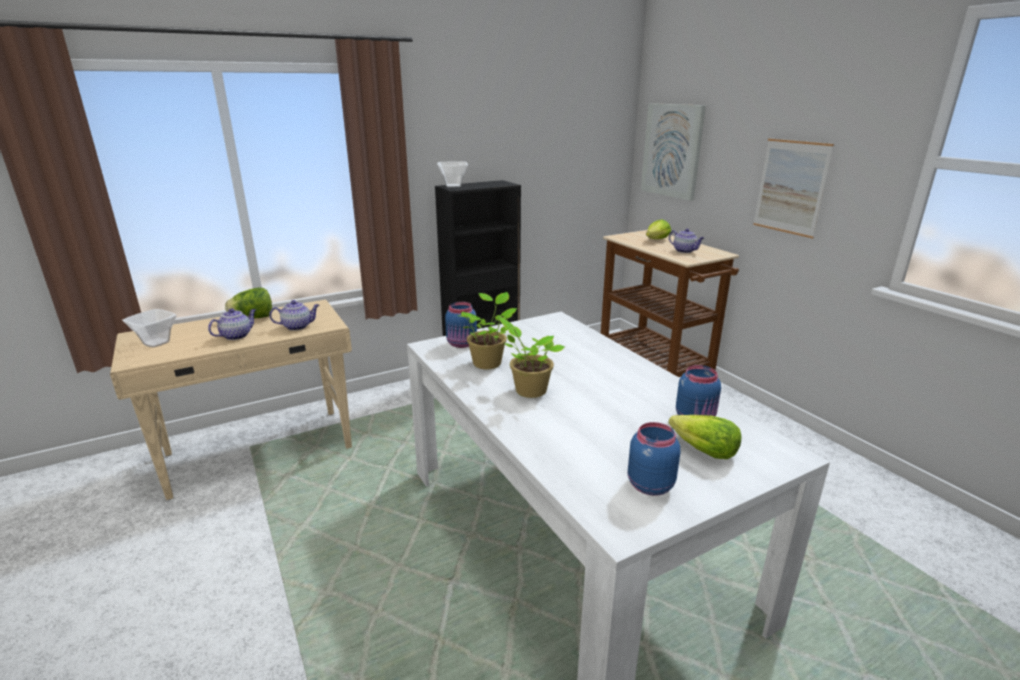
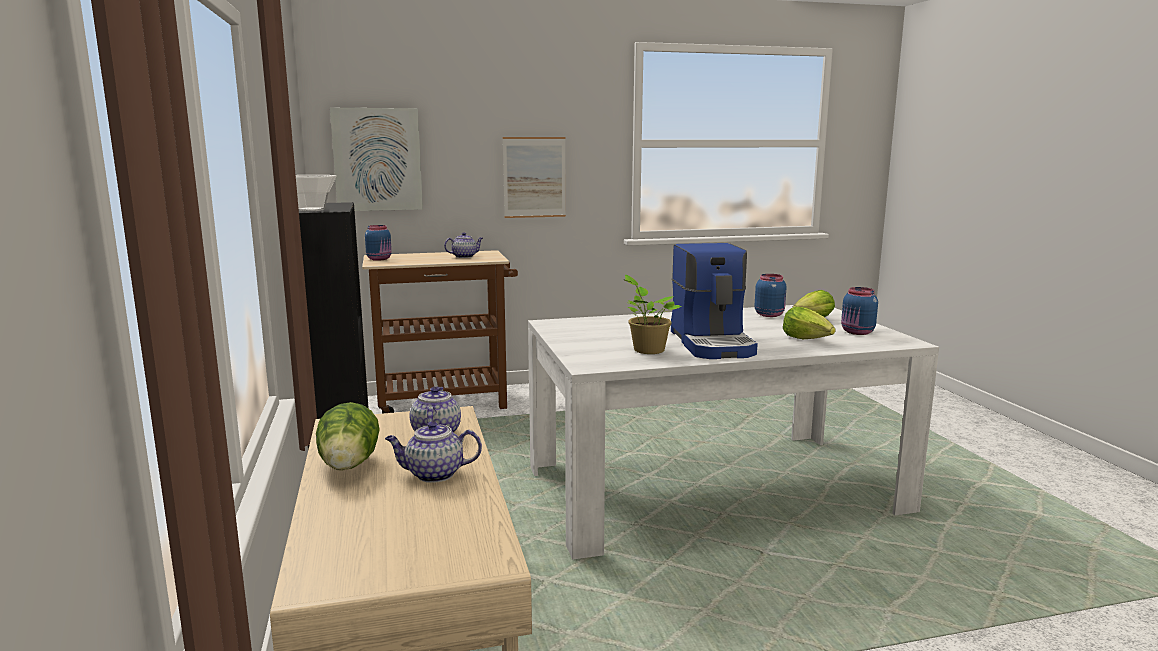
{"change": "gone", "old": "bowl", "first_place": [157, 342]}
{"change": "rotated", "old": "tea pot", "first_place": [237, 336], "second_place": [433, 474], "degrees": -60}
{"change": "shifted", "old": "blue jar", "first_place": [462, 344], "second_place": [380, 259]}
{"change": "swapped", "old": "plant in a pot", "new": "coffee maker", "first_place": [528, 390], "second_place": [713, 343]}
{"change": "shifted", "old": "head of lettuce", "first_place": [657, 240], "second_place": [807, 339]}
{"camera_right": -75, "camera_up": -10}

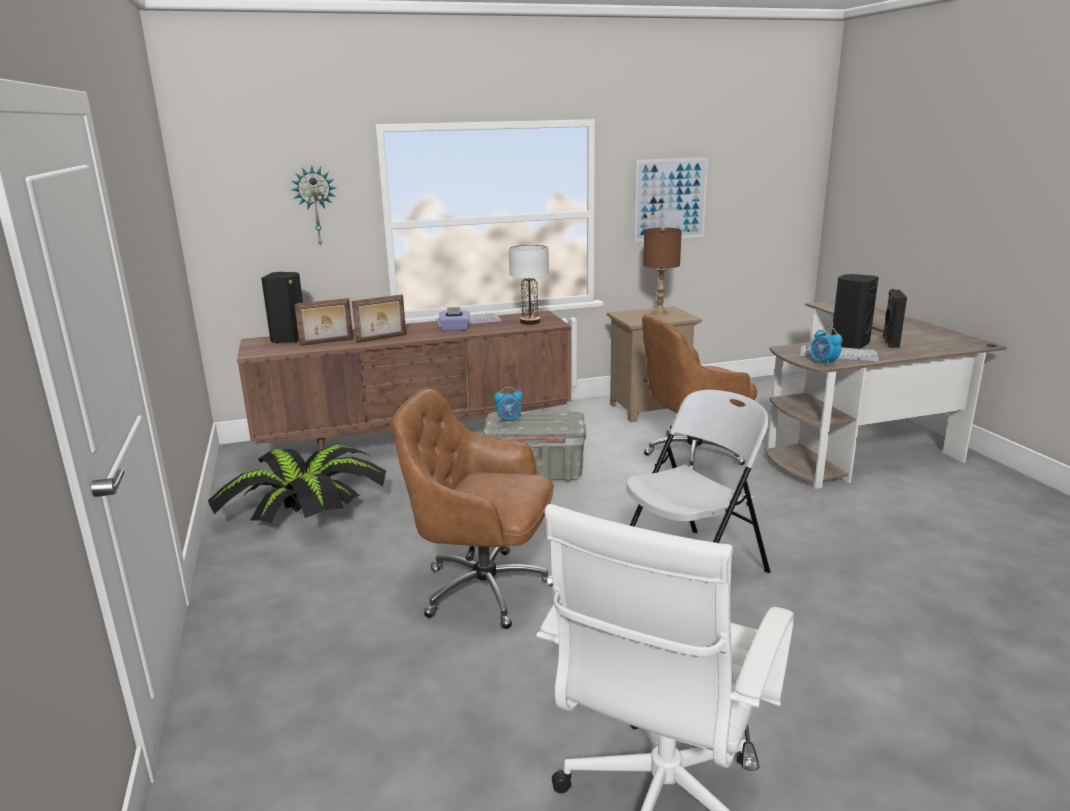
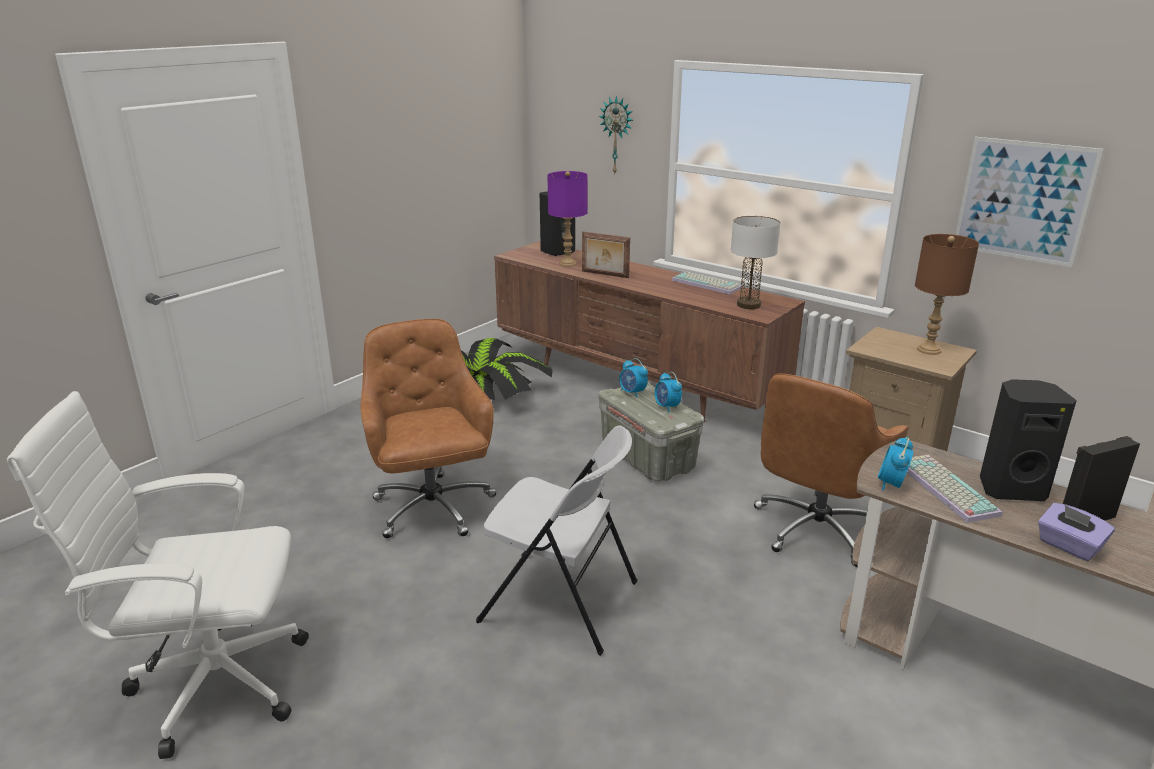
{"change": "swapped", "old": "standing frame", "new": "purple-coloured table lamp", "first_place": [327, 342], "second_place": [568, 263]}
{"change": "shifted", "old": "purple-coloured tissue box", "first_place": [455, 329], "second_place": [1068, 546]}
{"change": "rotated", "old": "brown desk chair", "first_place": [693, 453], "second_place": [815, 529], "degrees": -90}
{"change": "new", "new": "bedside clock", "second_place": [667, 407]}
{"camera_right": 55, "camera_up": 5}

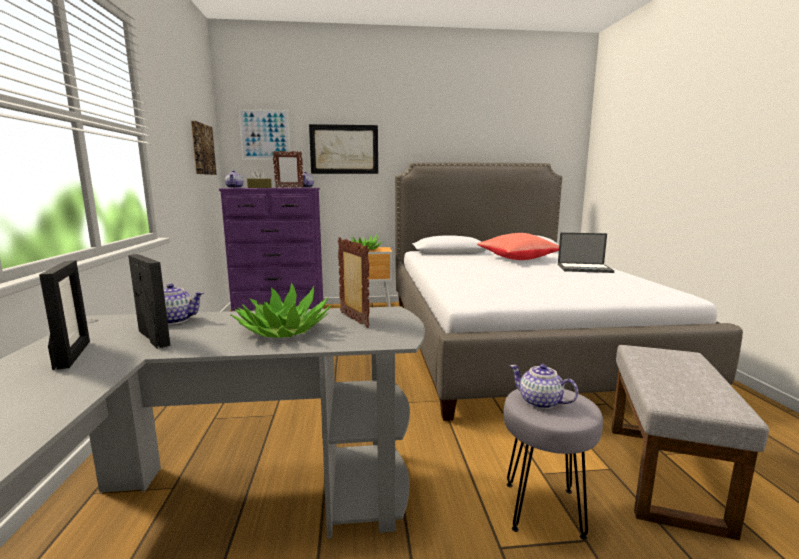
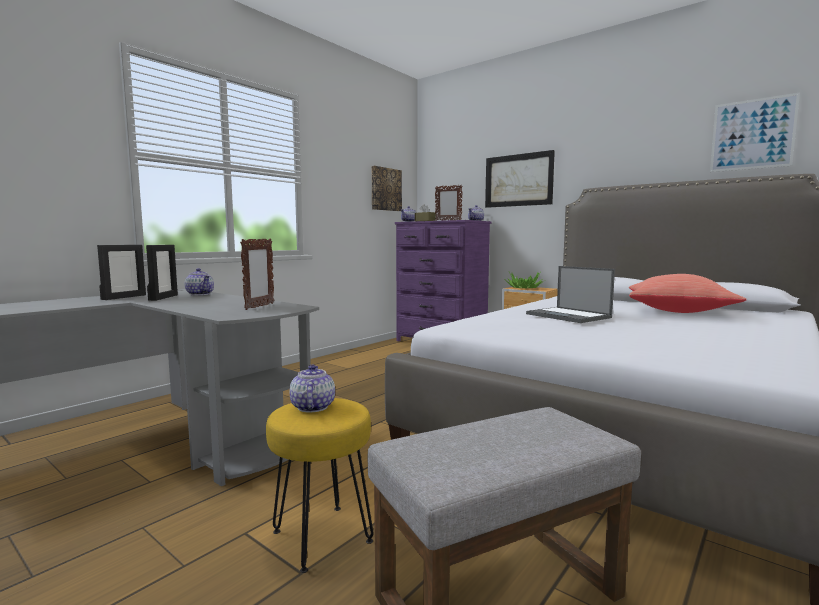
{"change": "gone", "old": "plant in a pot", "first_place": [283, 330]}
{"change": "shifted", "old": "picture", "first_place": [265, 134], "second_place": [752, 134]}
{"change": "repainted", "old": "grey stool", "new": "yellow stool", "first_place": [544, 510], "second_place": [322, 537]}
{"change": "shifted", "old": "portable computer", "first_place": [585, 268], "second_place": [569, 316]}
{"camera_right": 45, "camera_up": -5}

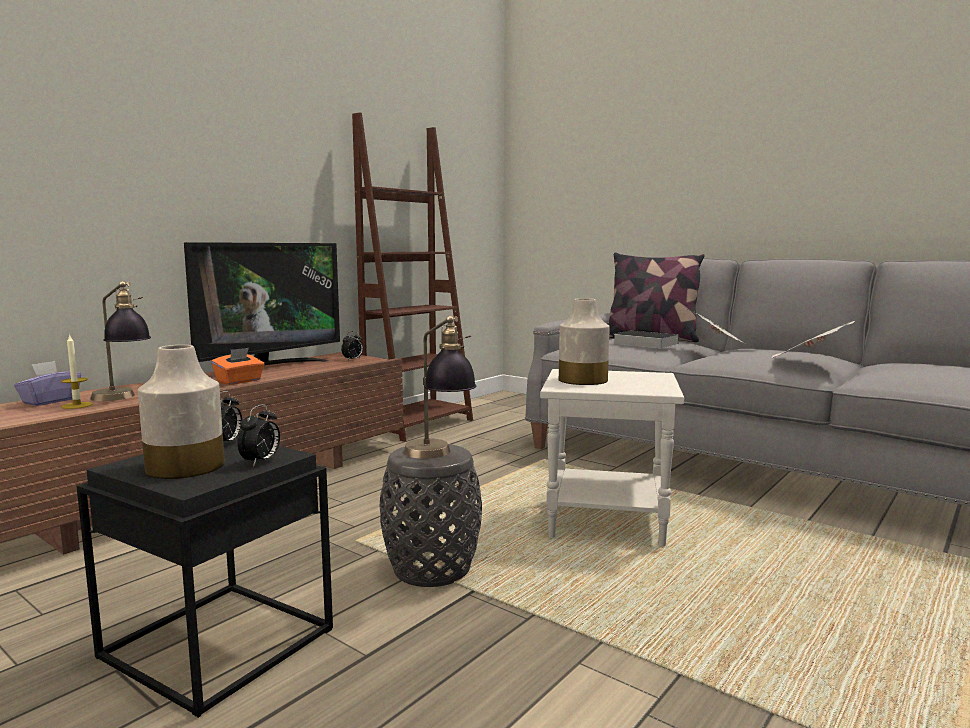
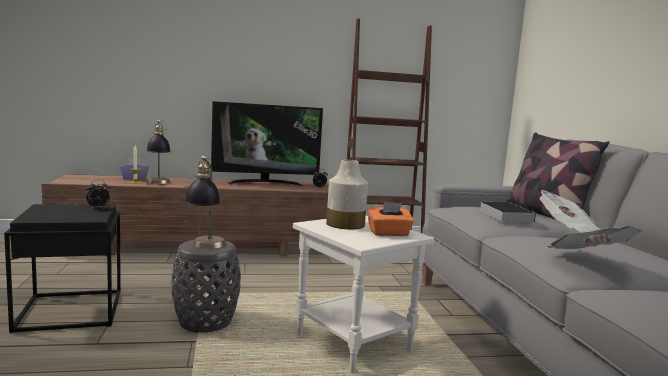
{"change": "gone", "old": "sand-coloured decorative vase", "first_place": [186, 466]}
{"change": "shifted", "old": "orange tissue box", "first_place": [239, 381], "second_place": [389, 233]}
{"change": "gone", "old": "bedside clock", "first_place": [261, 462]}
{"camera_right": 40, "camera_up": 0}

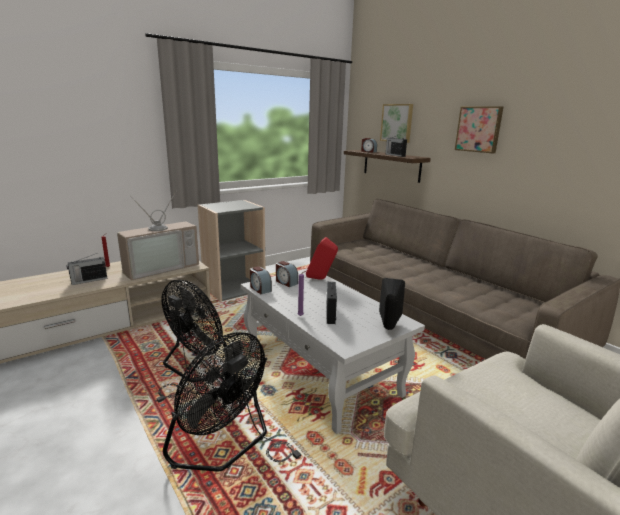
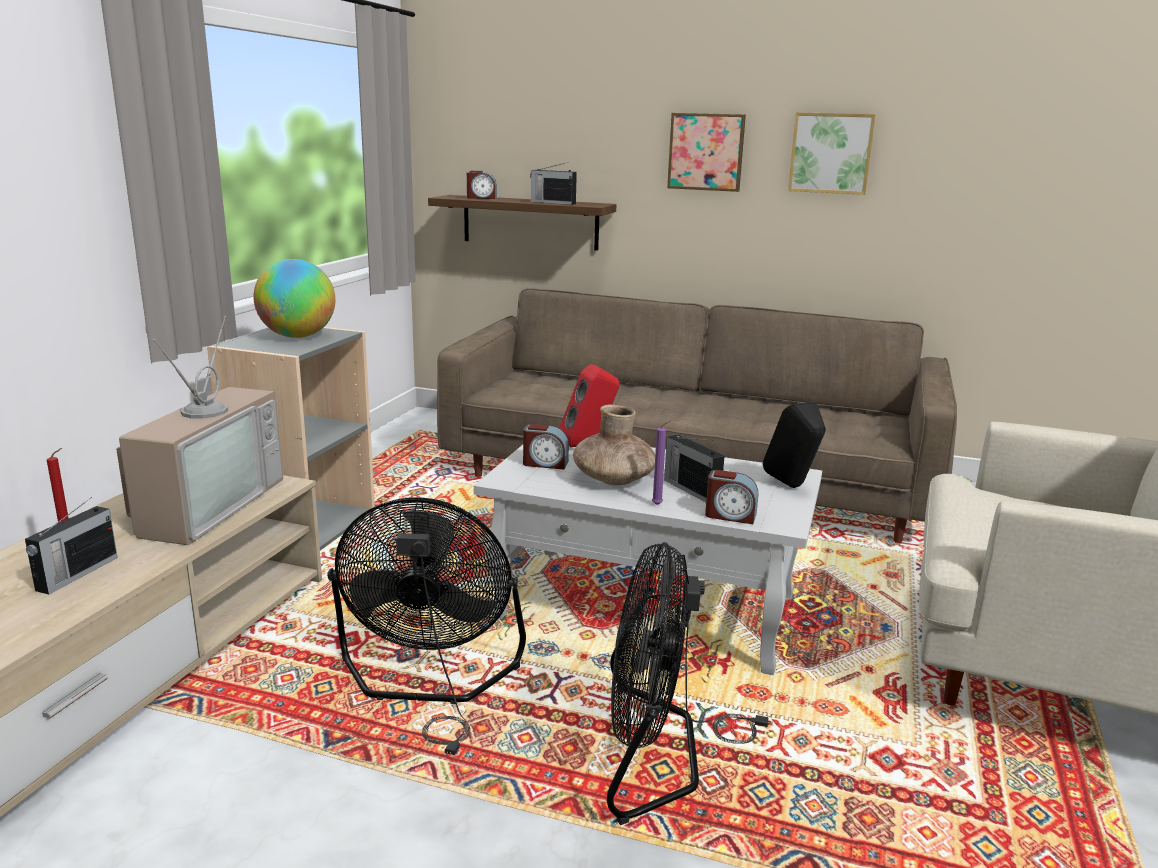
{"change": "shifted", "old": "bedside clock", "first_place": [260, 289], "second_place": [730, 515]}
{"change": "shifted", "old": "picture", "first_place": [397, 123], "second_place": [831, 153]}
{"change": "new", "new": "desk globe", "second_place": [297, 336]}
{"change": "new", "new": "brown decorative vase", "second_place": [614, 479]}
{"camera_right": -35, "camera_up": 0}

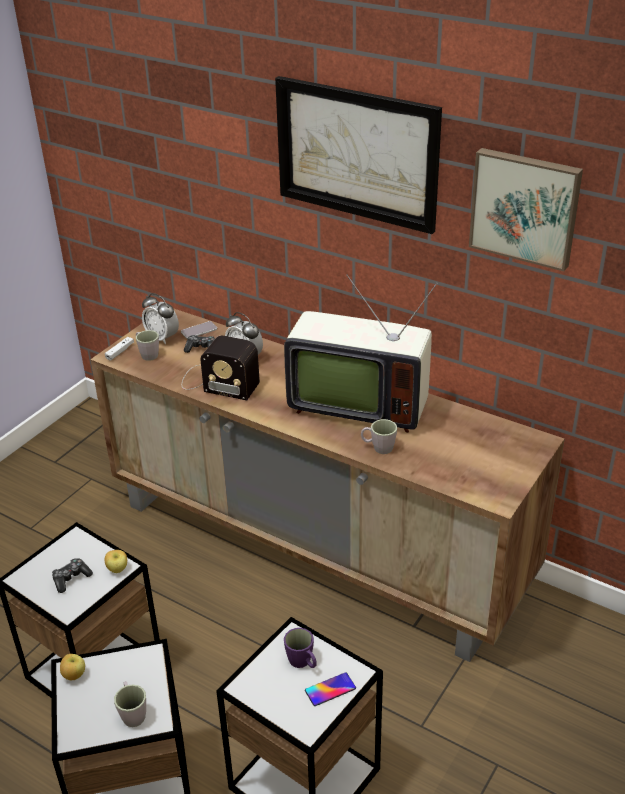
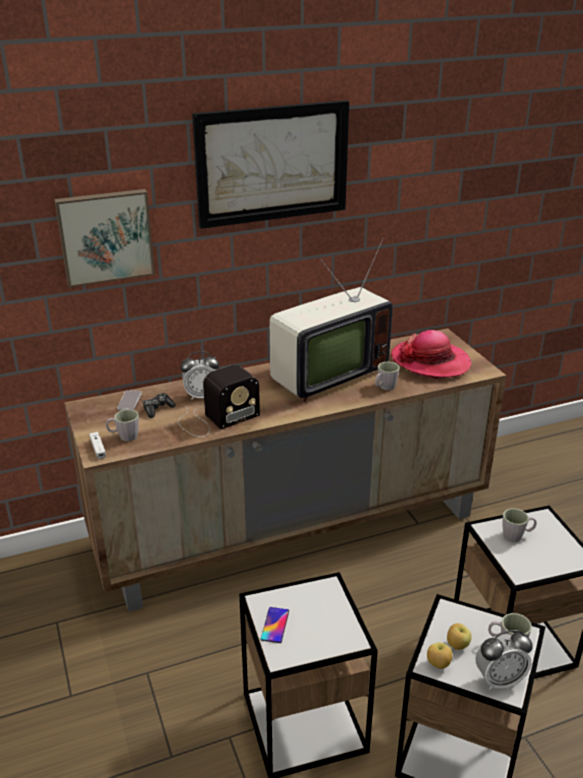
{"change": "gone", "old": "gamepad", "first_place": [71, 578]}
{"change": "shifted", "old": "whole apple", "first_place": [118, 569], "second_place": [457, 645]}
{"change": "shifted", "old": "bedside clock", "first_place": [162, 338], "second_place": [499, 680]}
{"change": "repainted", "old": "purple-coloured mug", "new": "grey mug", "first_place": [303, 663], "second_place": [516, 536]}
{"change": "shifted", "old": "telephone", "first_place": [330, 689], "second_place": [275, 625]}
{"change": "shifted", "old": "picture", "first_place": [525, 207], "second_place": [105, 236]}
{"change": "new", "new": "wearable hat", "second_place": [430, 362]}
{"camera_right": -55, "camera_up": -5}

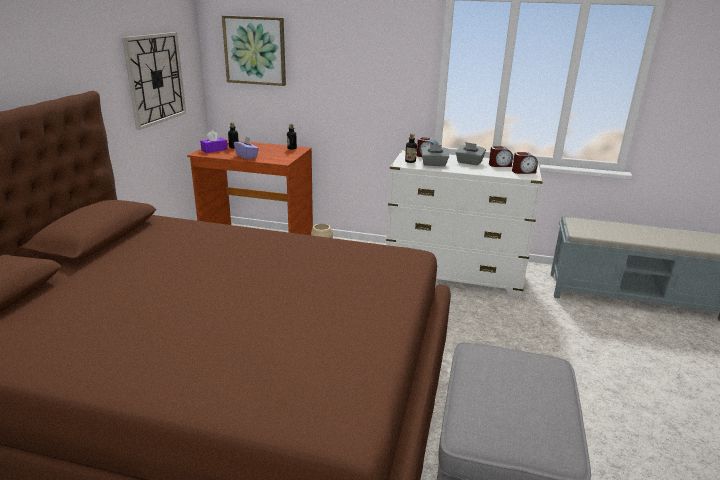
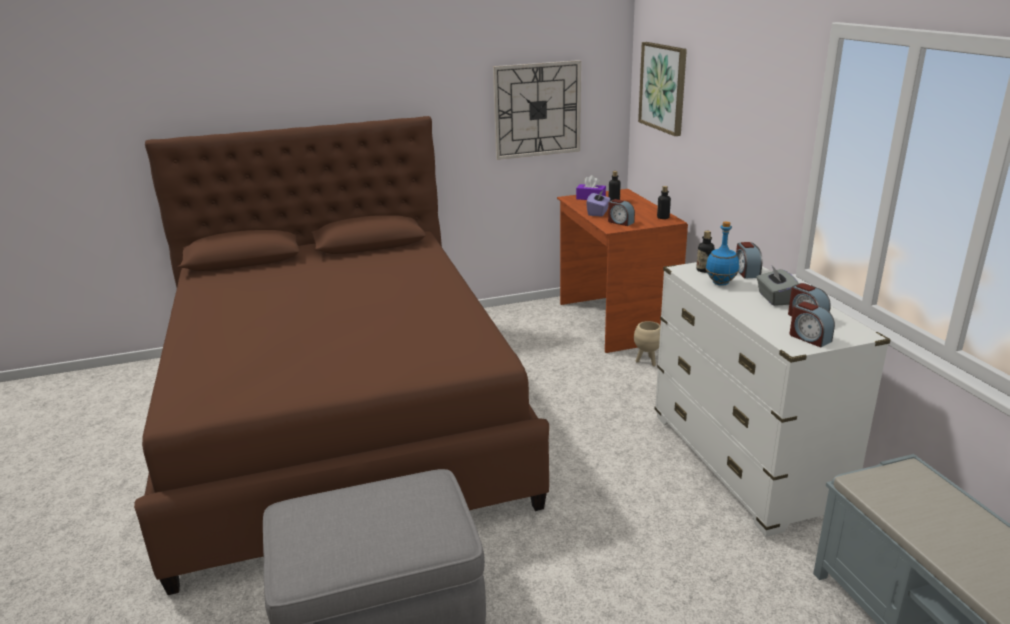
{"change": "swapped", "old": "grey tissue box", "new": "blue beverage bottle", "first_place": [434, 164], "second_place": [721, 283]}
{"change": "new", "new": "bedside clock", "second_place": [620, 222]}
{"camera_right": 60, "camera_up": 0}

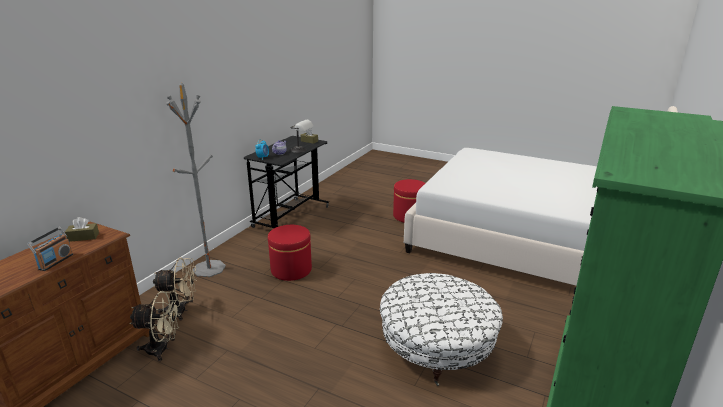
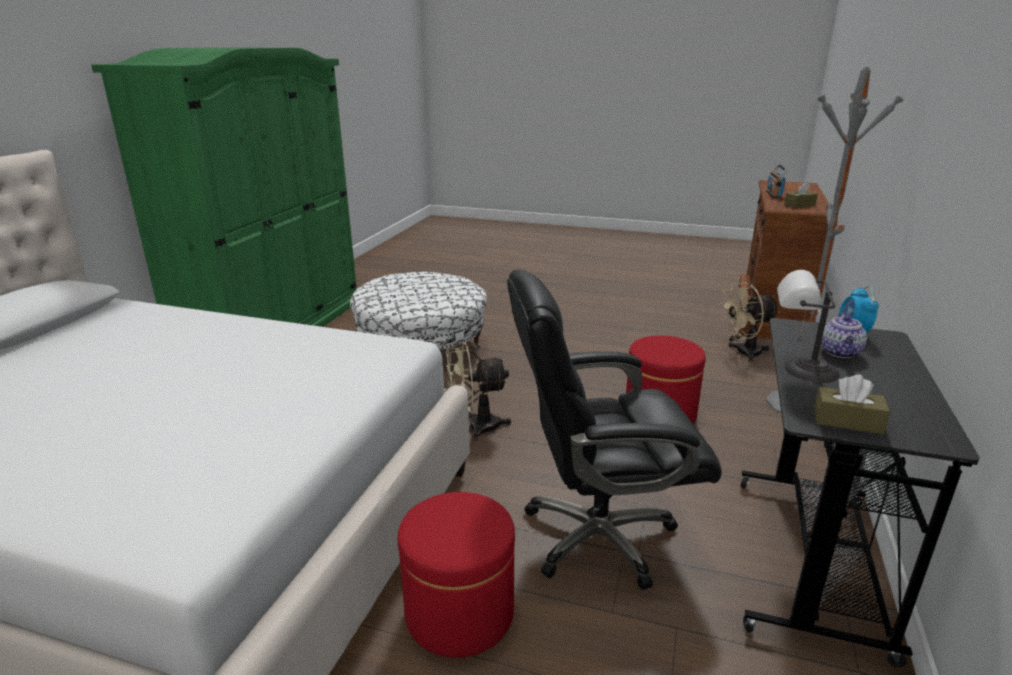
{"change": "shifted", "old": "sand-coloured electric fan", "first_place": [163, 349], "second_place": [475, 427]}
{"change": "new", "new": "black-coloured desk chair", "second_place": [602, 535]}
{"camera_right": 170, "camera_up": 0}

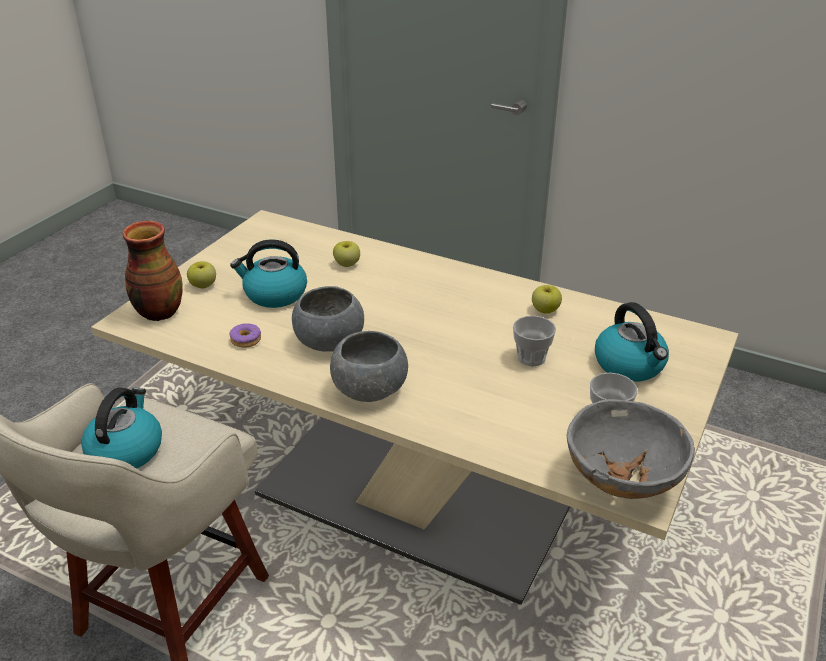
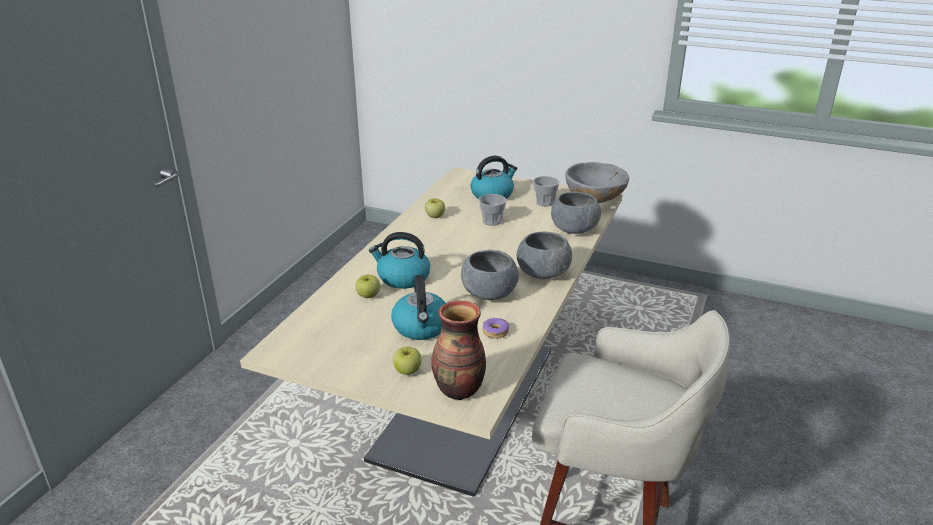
{"change": "shifted", "old": "water kettle", "first_place": [126, 450], "second_place": [402, 278]}
{"change": "new", "new": "grey bowl", "second_place": [574, 229]}
{"camera_right": -95, "camera_up": -5}

